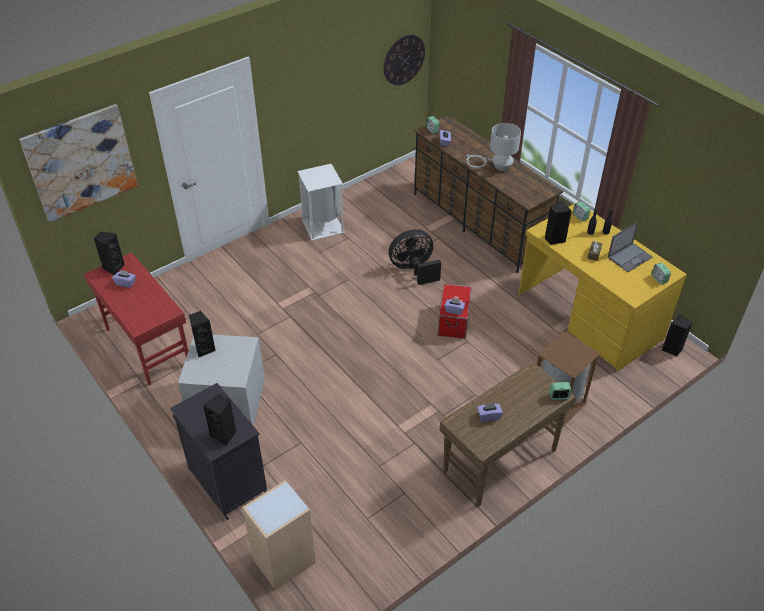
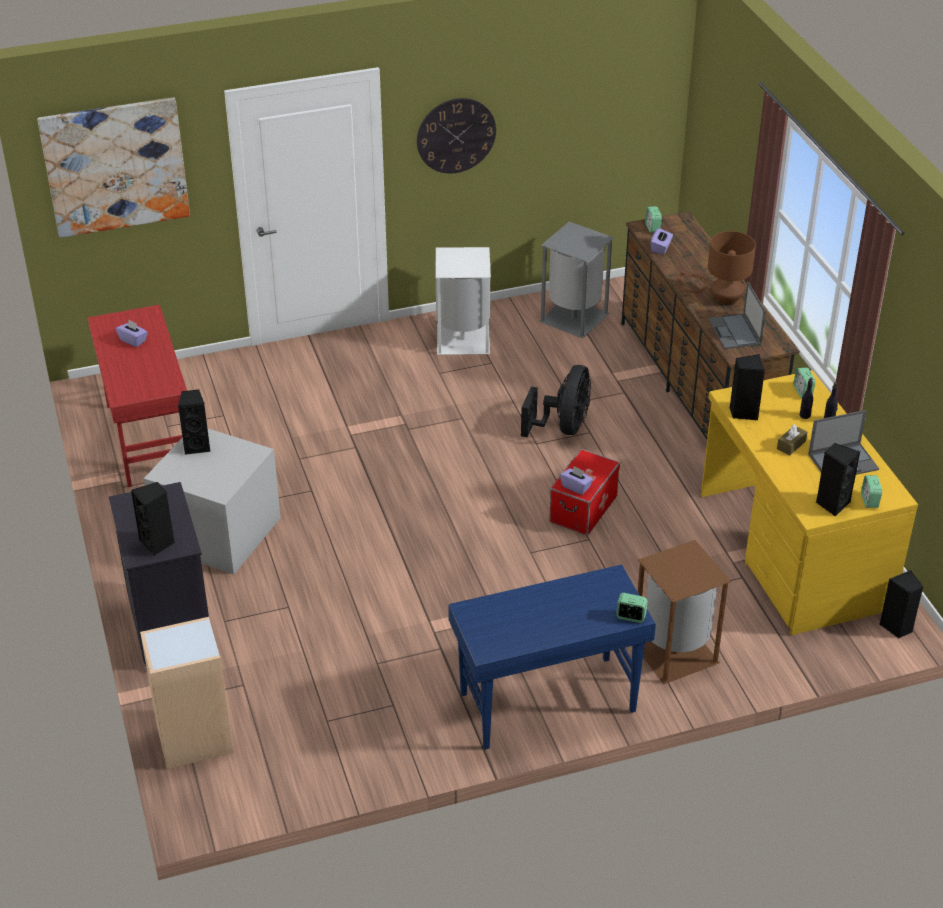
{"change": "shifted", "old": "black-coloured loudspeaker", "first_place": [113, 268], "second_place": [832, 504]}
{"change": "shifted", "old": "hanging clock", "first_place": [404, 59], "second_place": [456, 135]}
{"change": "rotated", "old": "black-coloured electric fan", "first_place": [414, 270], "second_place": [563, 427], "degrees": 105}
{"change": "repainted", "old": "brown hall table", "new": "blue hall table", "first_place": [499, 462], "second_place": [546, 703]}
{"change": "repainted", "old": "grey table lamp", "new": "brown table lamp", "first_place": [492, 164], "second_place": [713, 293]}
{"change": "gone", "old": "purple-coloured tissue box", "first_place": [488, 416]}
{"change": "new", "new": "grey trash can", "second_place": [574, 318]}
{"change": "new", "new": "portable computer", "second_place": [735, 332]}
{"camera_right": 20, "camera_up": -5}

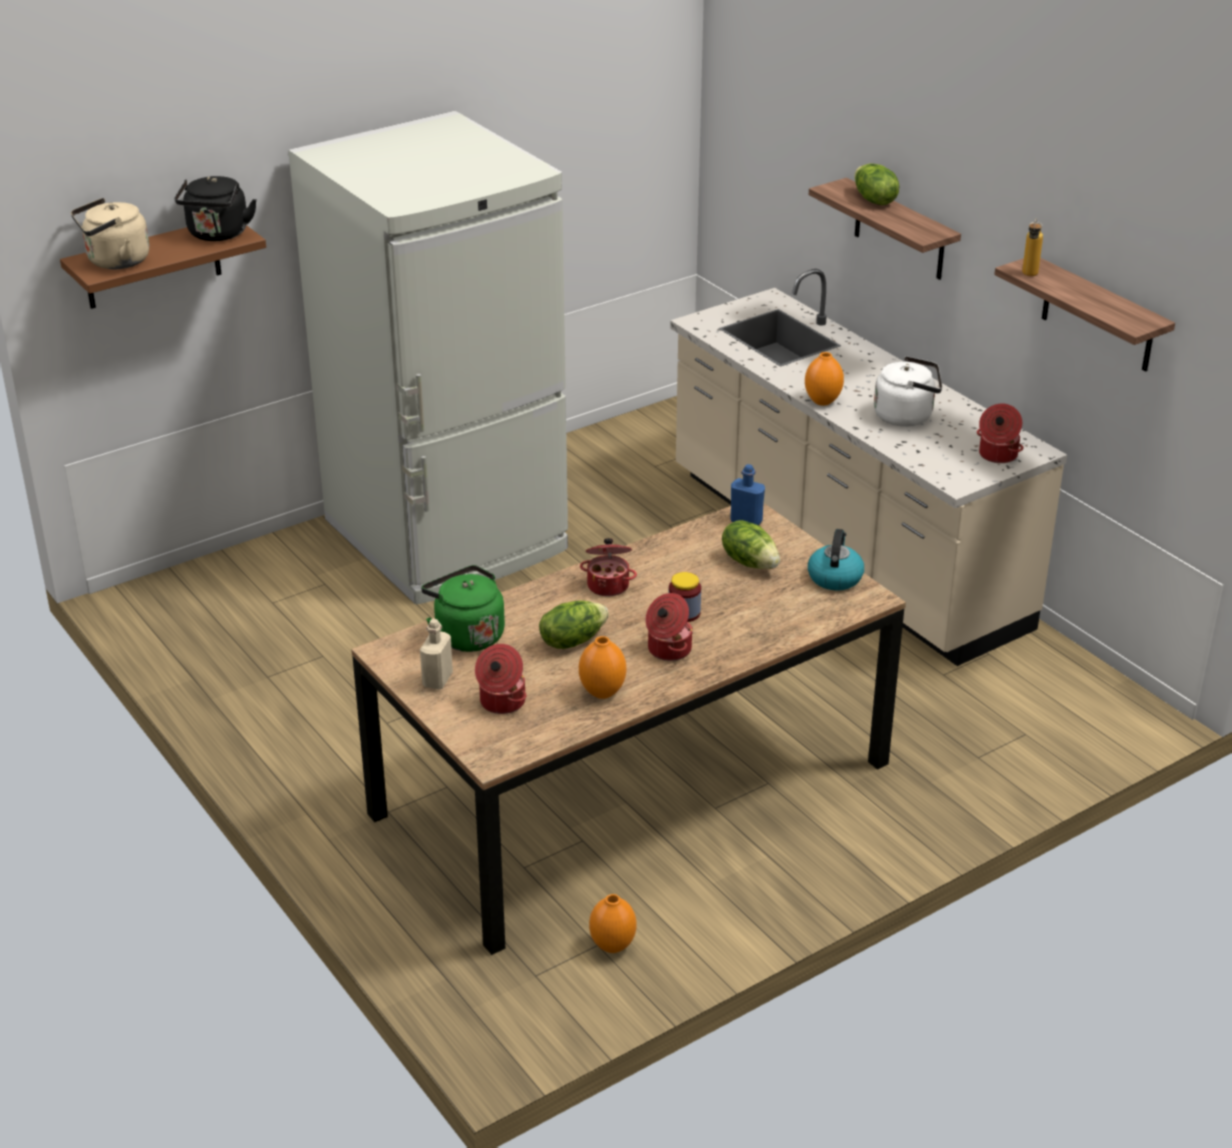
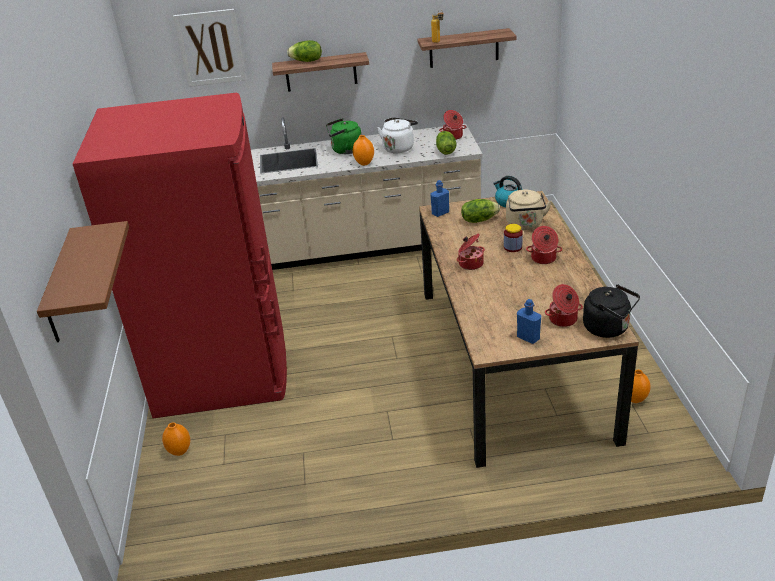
{"change": "shifted", "old": "sand-coloured water kettle", "first_place": [115, 262], "second_place": [525, 225]}
{"change": "shifted", "old": "black-coloured water kettle", "first_place": [217, 235], "second_place": [609, 328]}
{"change": "repainted", "old": "white-coloured refrigerator", "new": "red refrigerator", "first_place": [447, 535], "second_place": [223, 370]}
{"change": "repainted", "old": "sand-coloured beverage bottle", "new": "blue beverage bottle", "first_place": [437, 680], "second_place": [528, 338]}
{"change": "shifted", "old": "green-coloured water kettle", "first_place": [466, 635], "second_place": [345, 150]}
{"change": "shifted", "old": "head of lettuce", "first_place": [572, 640], "second_place": [445, 151]}
{"change": "shifted", "old": "orange decorative vase", "first_place": [602, 693], "second_place": [180, 451]}
{"change": "new", "new": "picture", "second_place": [210, 48]}
{"camera_right": -60, "camera_up": 0}

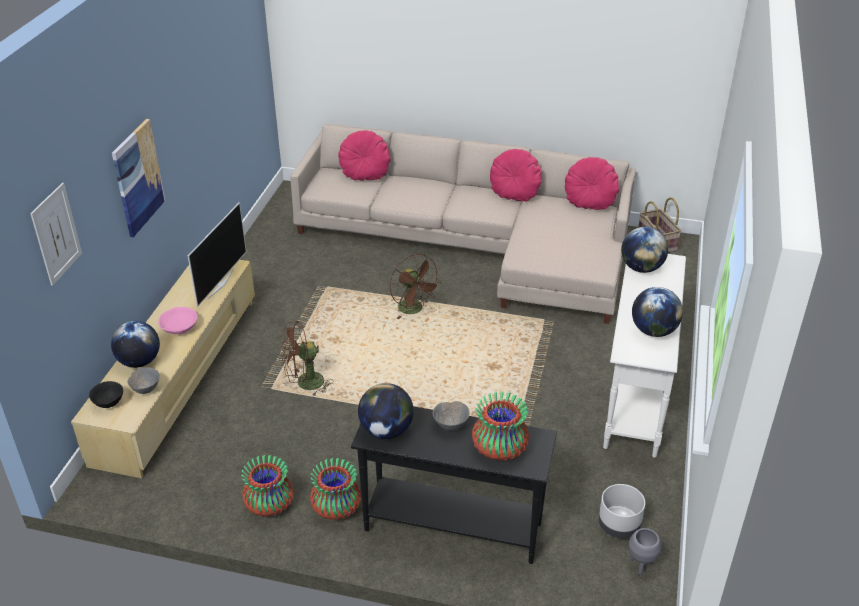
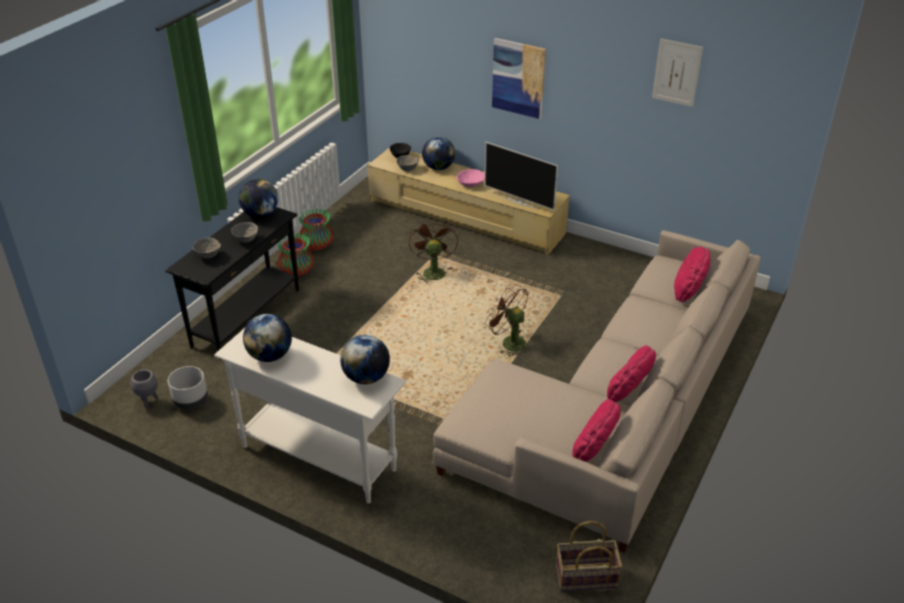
{"change": "shifted", "old": "picture", "first_place": [56, 234], "second_place": [677, 72]}
{"change": "rotated", "old": "brown electric fan", "first_place": [414, 310], "second_place": [508, 342], "degrees": 60}
{"change": "swapped", "old": "decorative vase", "new": "grey bowl", "first_place": [499, 449], "second_place": [208, 256]}
{"camera_right": 105, "camera_up": 0}

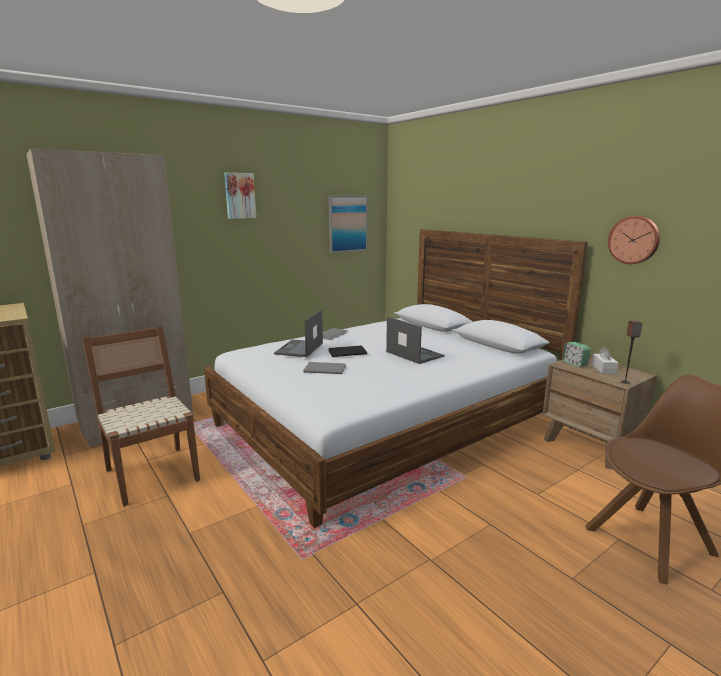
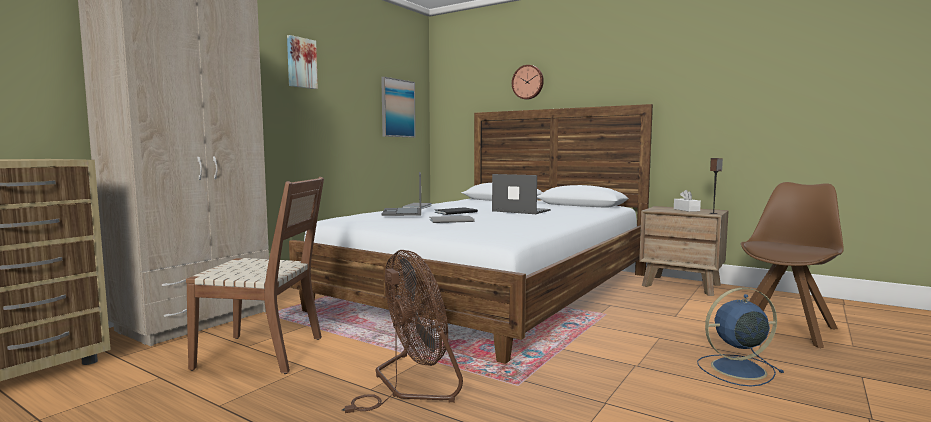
{"change": "rotated", "old": "upright chair", "first_place": [152, 472], "second_place": [265, 354], "degrees": 150}
{"change": "gone", "old": "bedside clock", "first_place": [574, 364]}
{"change": "shifted", "old": "hanging clock", "first_place": [634, 240], "second_place": [528, 82]}
{"change": "new", "new": "brown electric fan", "second_place": [405, 383]}
{"change": "new", "new": "blue electric fan", "second_place": [736, 369]}
{"camera_right": -20, "camera_up": -10}

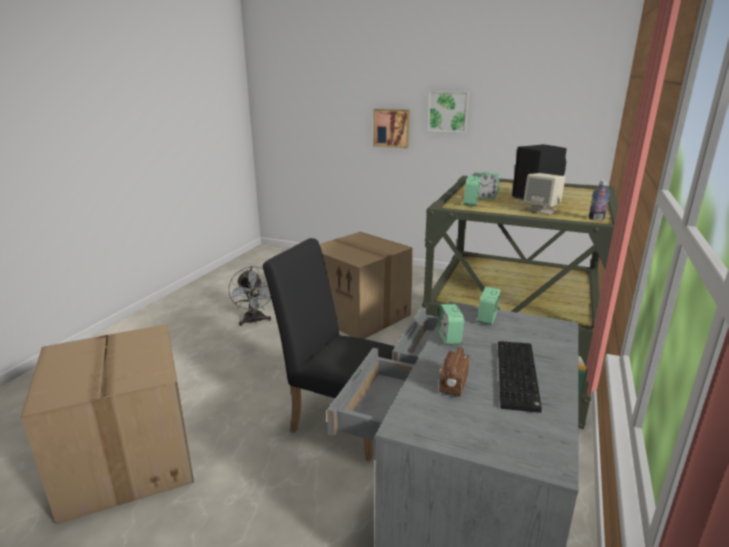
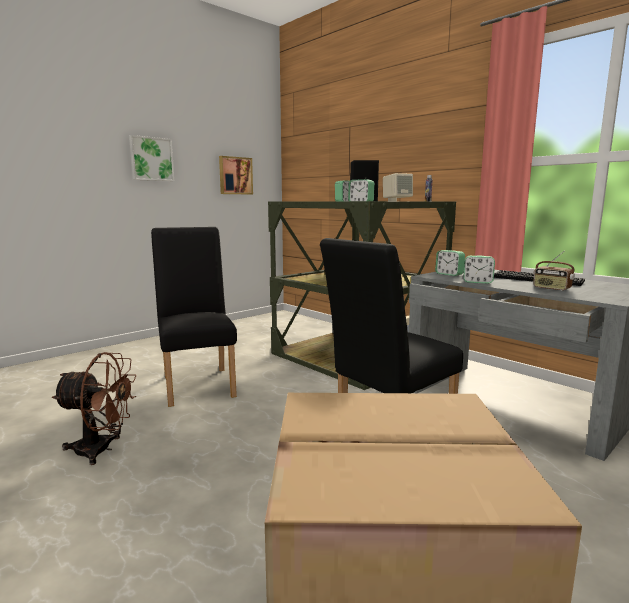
{"change": "repainted", "old": "grey electric fan", "new": "brown electric fan", "first_place": [254, 321], "second_place": [101, 450]}
{"change": "swapped", "old": "carton", "new": "black-coloured upright chair", "first_place": [361, 315], "second_place": [198, 383]}
{"change": "shifted", "old": "picture", "first_place": [391, 128], "second_place": [235, 175]}
{"camera_right": -65, "camera_up": -10}

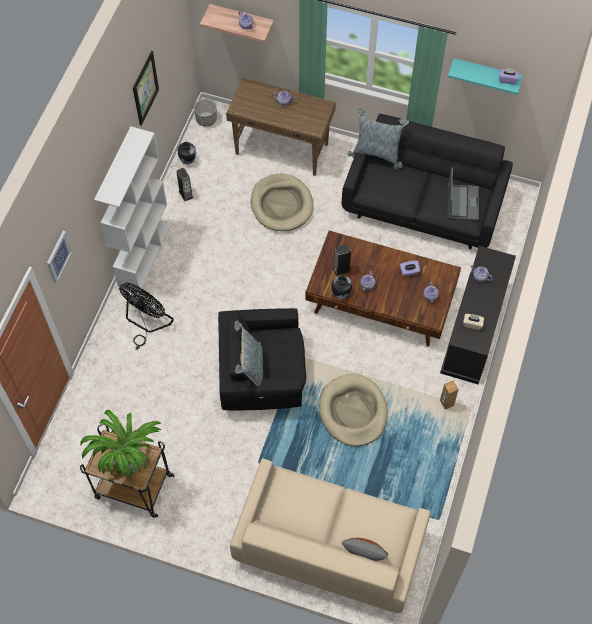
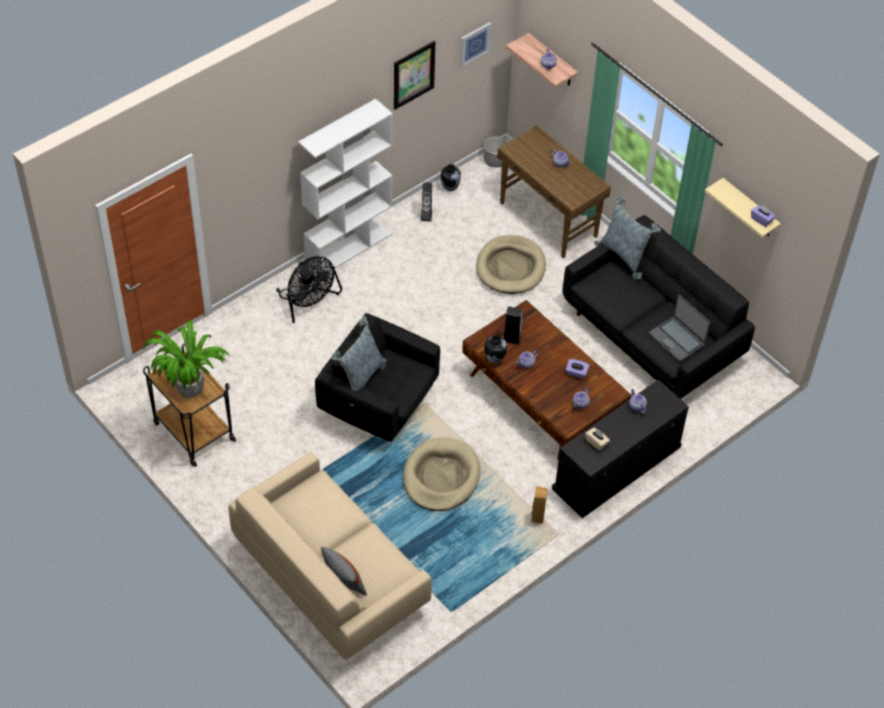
{"change": "shifted", "old": "picture", "first_place": [58, 256], "second_place": [474, 44]}
{"change": "rotated", "old": "black-coloured electric fan", "first_place": [144, 321], "second_place": [306, 302], "degrees": 75}
{"change": "repainted", "old": "blue-green shelf", "new": "sand-coloured shelf", "first_place": [486, 74], "second_place": [749, 209]}
{"change": "rotated", "old": "portable computer", "first_place": [462, 203], "second_place": [677, 339], "degrees": 105}
{"camera_right": 30, "camera_up": -10}

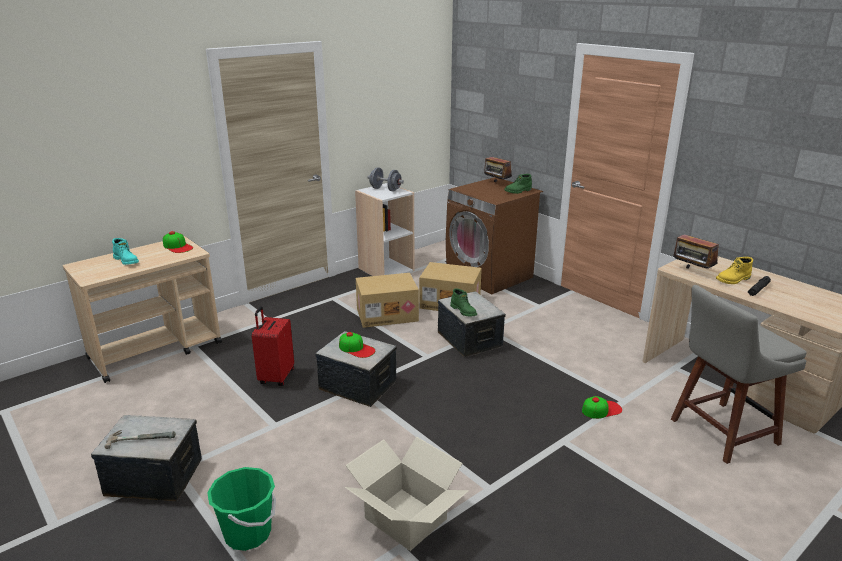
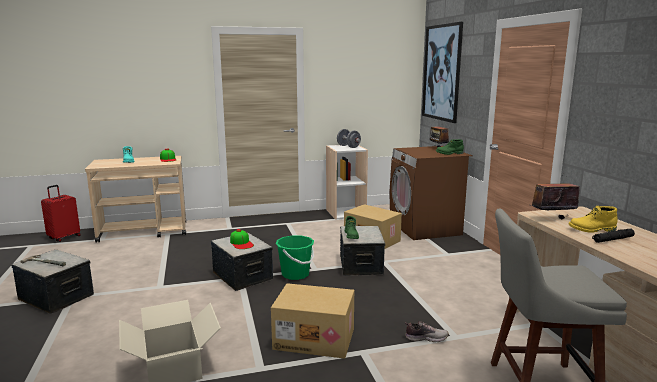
{"change": "shifted", "old": "green-coloured bucket", "first_place": [248, 533], "second_place": [295, 274]}
{"change": "shifted", "old": "red piece of luggage", "first_place": [276, 377], "second_place": [64, 237]}
{"change": "shifted", "old": "carton", "first_place": [387, 314], "second_place": [315, 338]}
{"change": "swapped", "old": "cap", "new": "shoe", "first_place": [601, 409], "second_place": [425, 338]}
{"change": "rotated", "old": "radio receiver", "first_place": [692, 272], "second_place": [552, 218], "degrees": 90}
{"change": "new", "new": "picture", "second_place": [441, 72]}
{"camera_right": 25, "camera_up": -10}

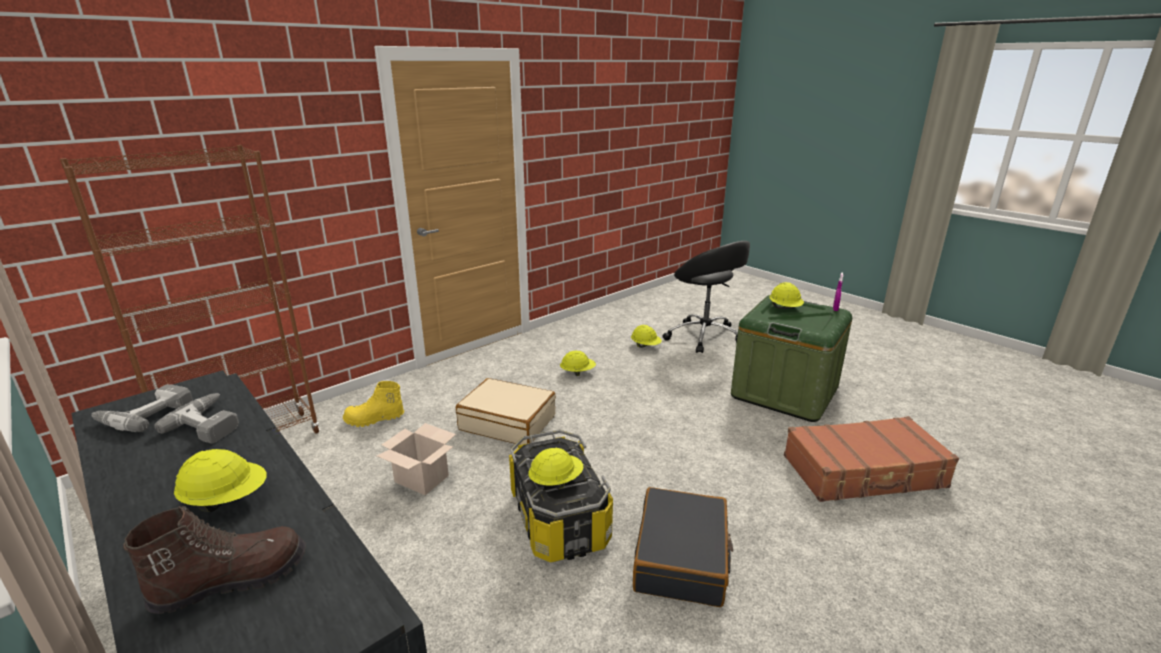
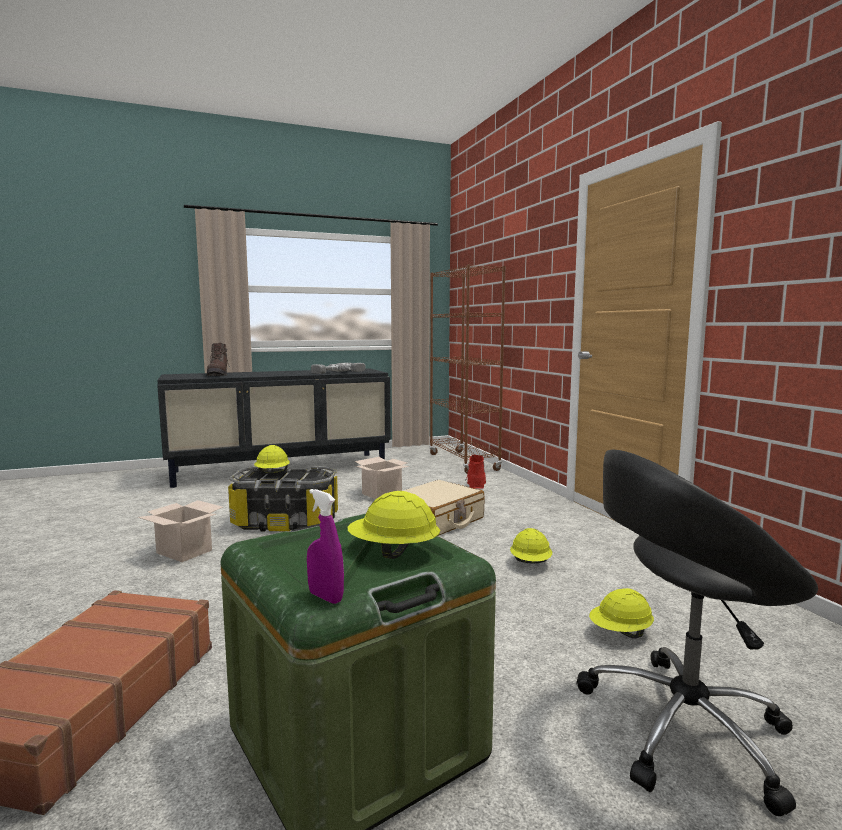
{"change": "gone", "old": "yellow hard hat", "first_place": [227, 500]}
{"change": "repainted", "old": "yellow high-top boot", "new": "red high-top boot", "first_place": [374, 419], "second_place": [476, 485]}
{"change": "swapped", "old": "black-coloured piece of luggage", "new": "carton", "first_place": [681, 558], "second_place": [185, 551]}
{"camera_right": 110, "camera_up": -15}

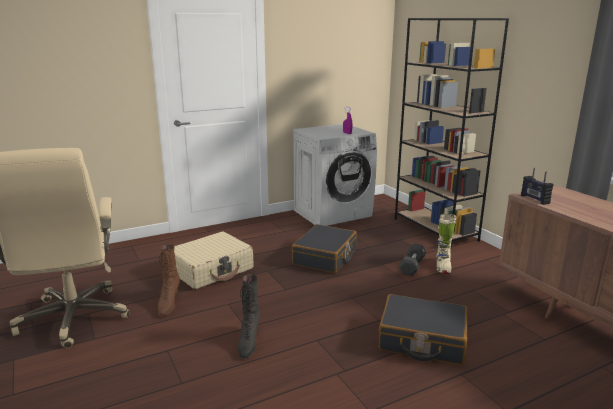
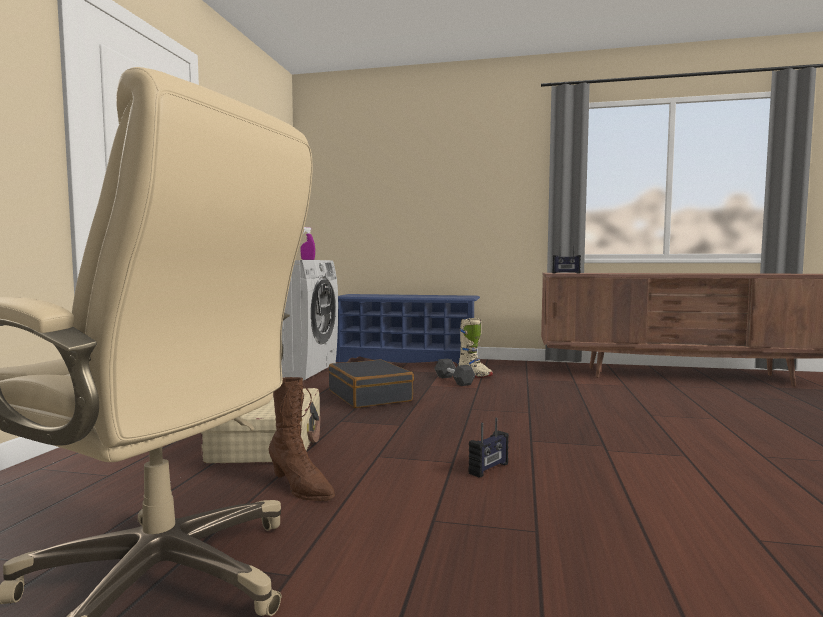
{"change": "swapped", "old": "black-coloured high-top boot", "new": "radio receiver", "first_place": [248, 342], "second_place": [489, 469]}
{"change": "gone", "old": "black-coloured piece of luggage", "first_place": [422, 340]}
{"change": "swapped", "old": "sand-coloured bookcase", "new": "blue shoe rack", "first_place": [435, 229], "second_place": [407, 360]}
{"camera_right": -50, "camera_up": -15}

